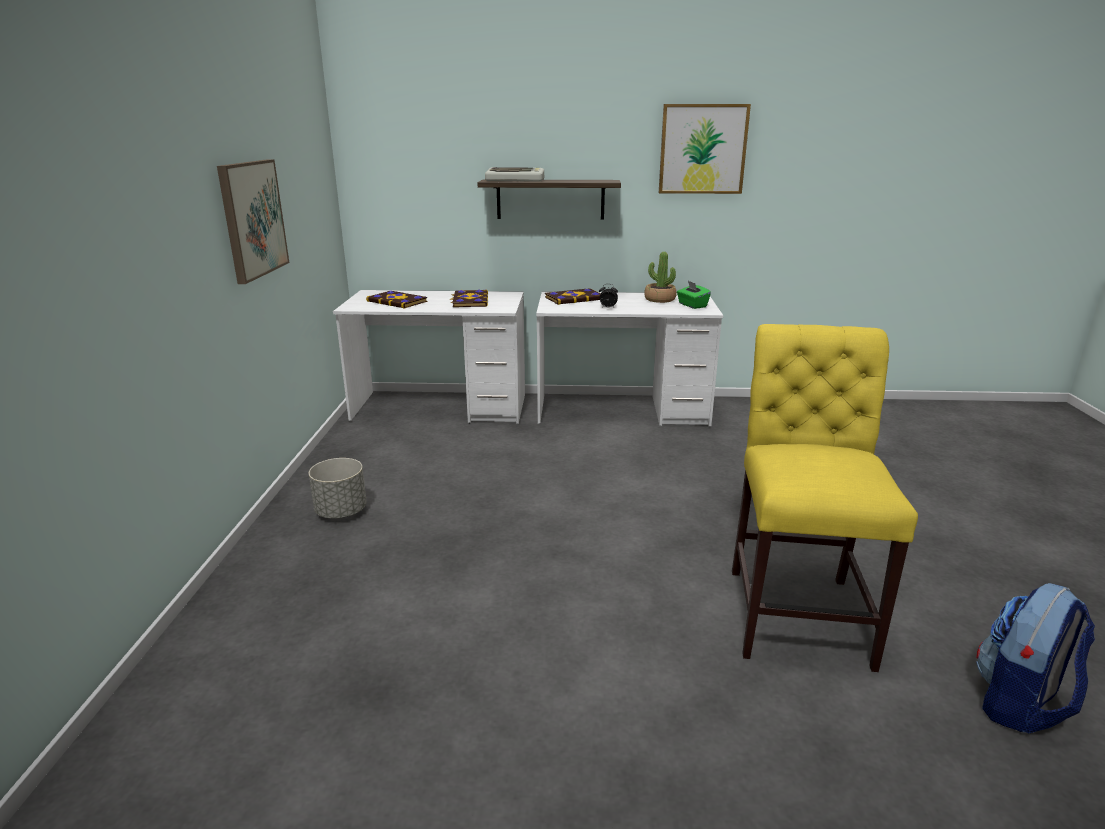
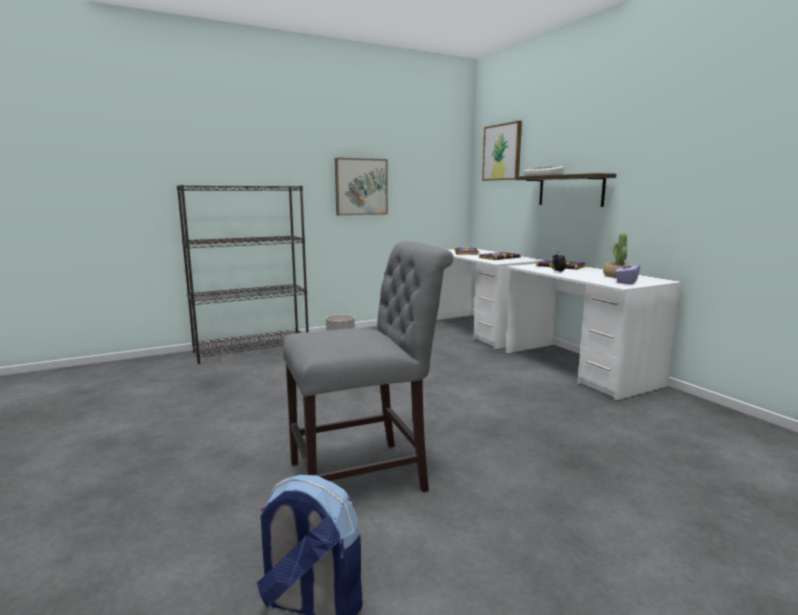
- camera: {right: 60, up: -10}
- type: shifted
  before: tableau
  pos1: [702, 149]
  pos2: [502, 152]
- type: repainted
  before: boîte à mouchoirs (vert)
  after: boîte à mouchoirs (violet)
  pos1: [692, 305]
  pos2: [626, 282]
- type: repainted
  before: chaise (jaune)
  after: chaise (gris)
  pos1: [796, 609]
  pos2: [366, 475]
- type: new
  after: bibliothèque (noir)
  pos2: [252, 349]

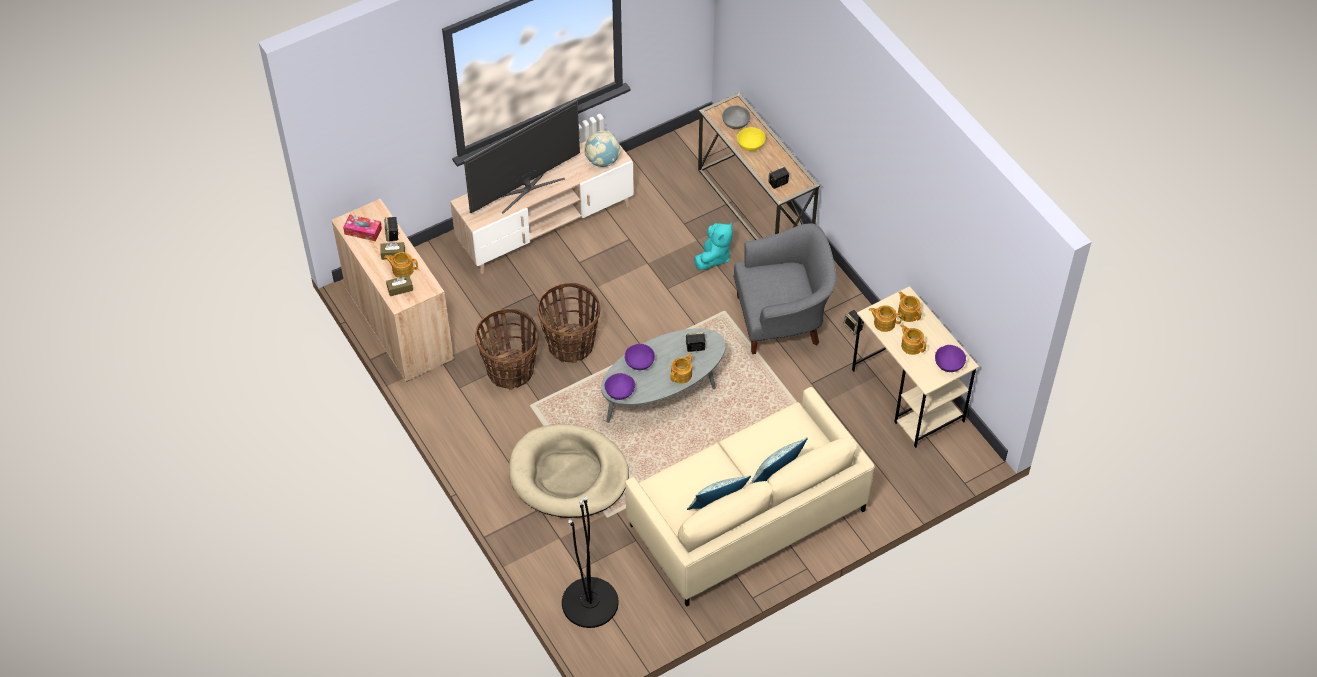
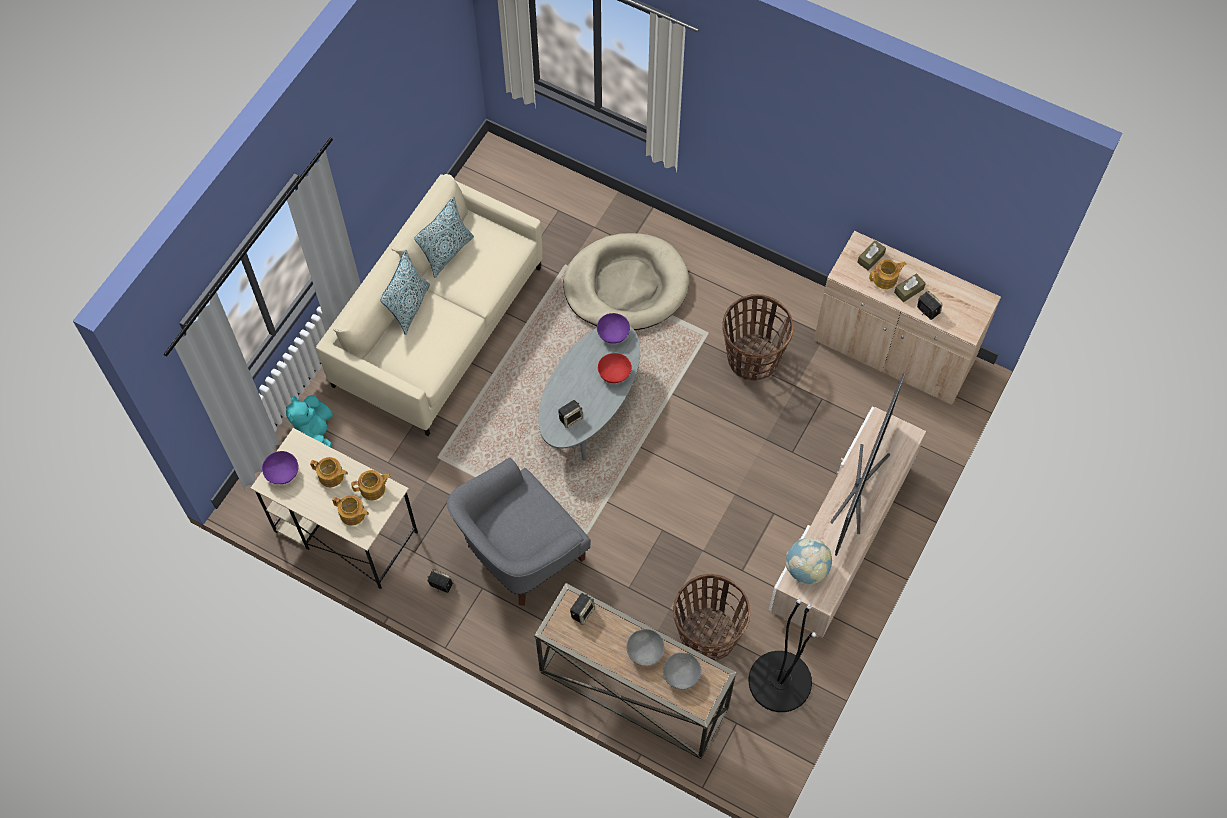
- camera: {right: 150, up: 10}
- type: repainted
  before: bol (jaune)
  after: bol (gris)
  pos1: [750, 145]
  pos2: [645, 652]
- type: gone
  before: boîte à mouchoirs
  pos1: [363, 231]
- type: shifted
  before: peluche (turquoise)
  pos1: [713, 257]
  pos2: [316, 433]
- type: shifted
  before: panier
  pos1: [571, 344]
  pos2: [707, 635]
- type: repainted
  before: bol (violet)
  after: bol (rouge)
  pos1: [639, 363]
  pos2: [614, 373]
- type: gone
  before: théière
  pos1: [682, 374]
- type: shifted
  before: lampadaire (noir)
  pos1: [590, 602]
  pos2: [780, 681]

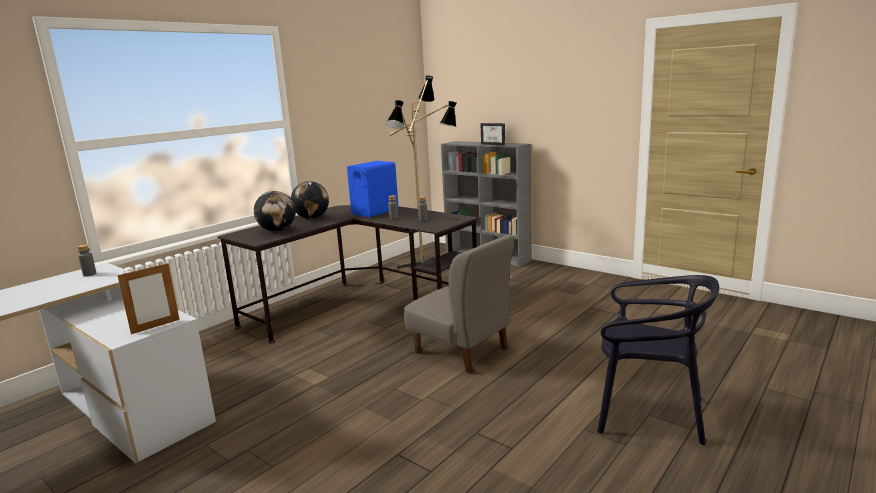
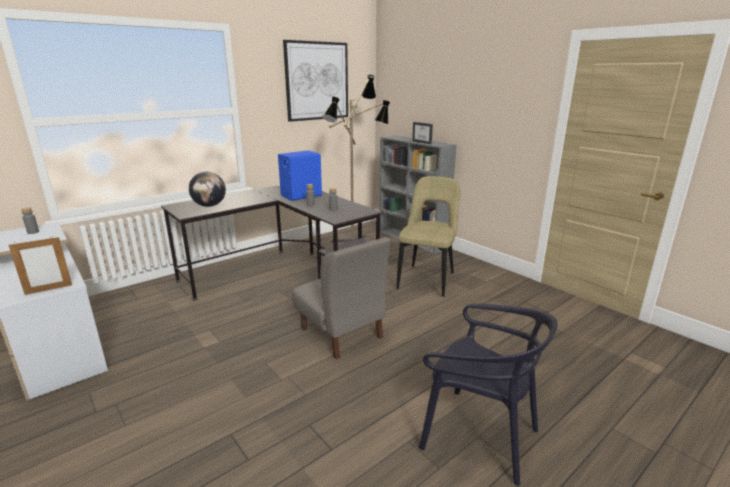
- camera: {right: 10, up: 5}
- type: gone
  before: globe
  pos1: [312, 218]
- type: new
  after: tableau
  pos2: [317, 81]
- type: new
  after: chaise (beige)
  pos2: [427, 279]

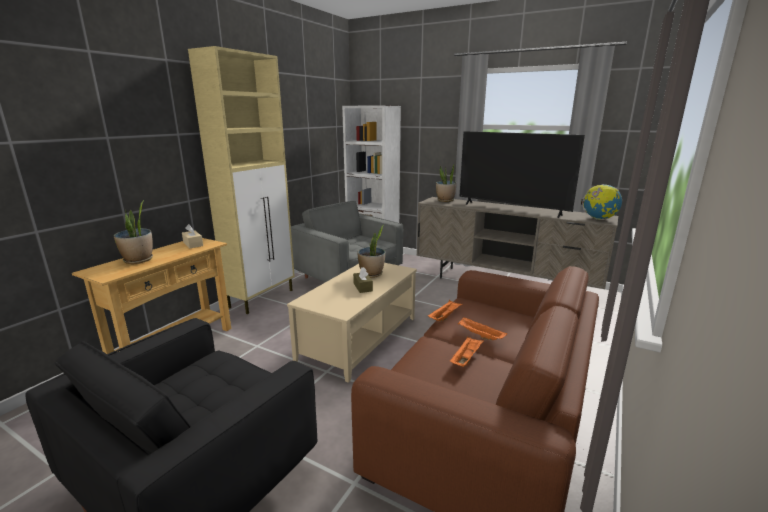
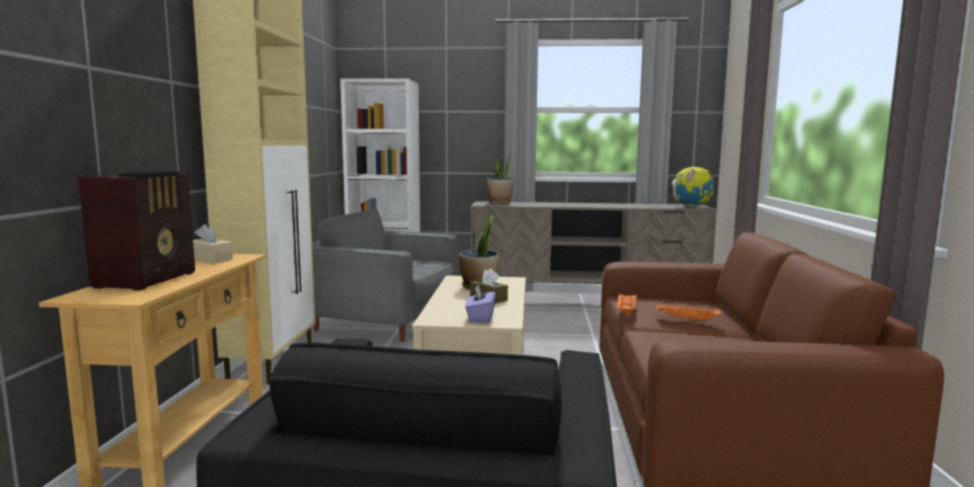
- camera: {right: -25, up: -10}
- type: gone
  before: téléviseur
  pos1: [511, 209]
- type: swapped
  before: plante en pot
  after: radio
  pos1: [138, 260]
  pos2: [149, 279]
- type: gone
  before: plateau (orange)
  pos1: [466, 359]
- type: new
  after: boîte à mouchoirs (violet)
  pos2: [480, 318]

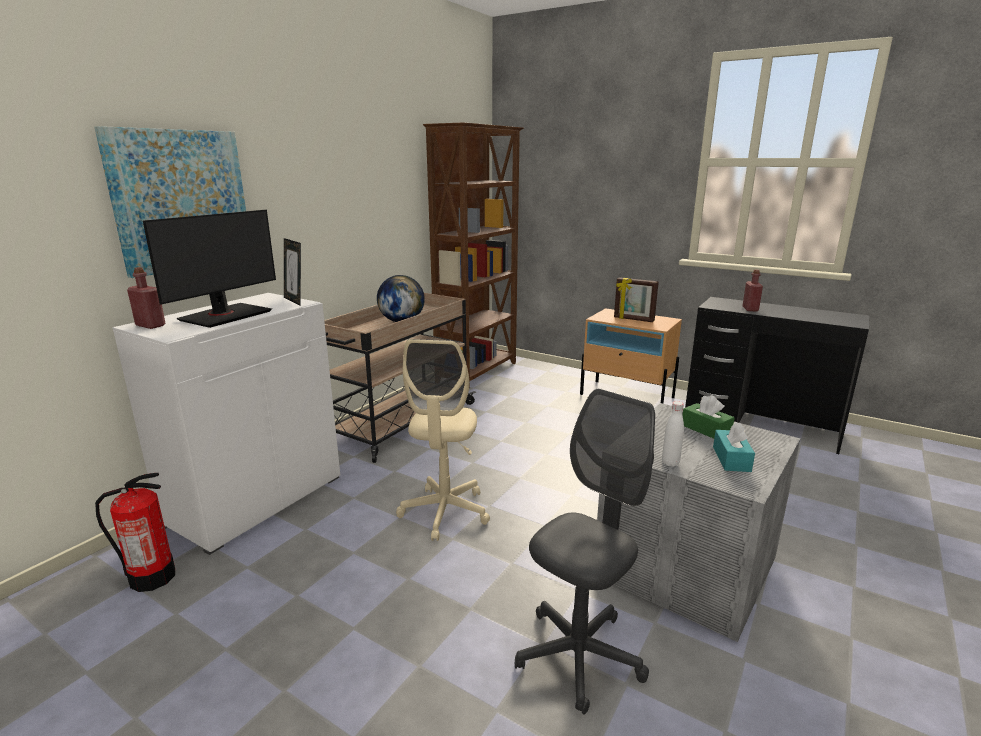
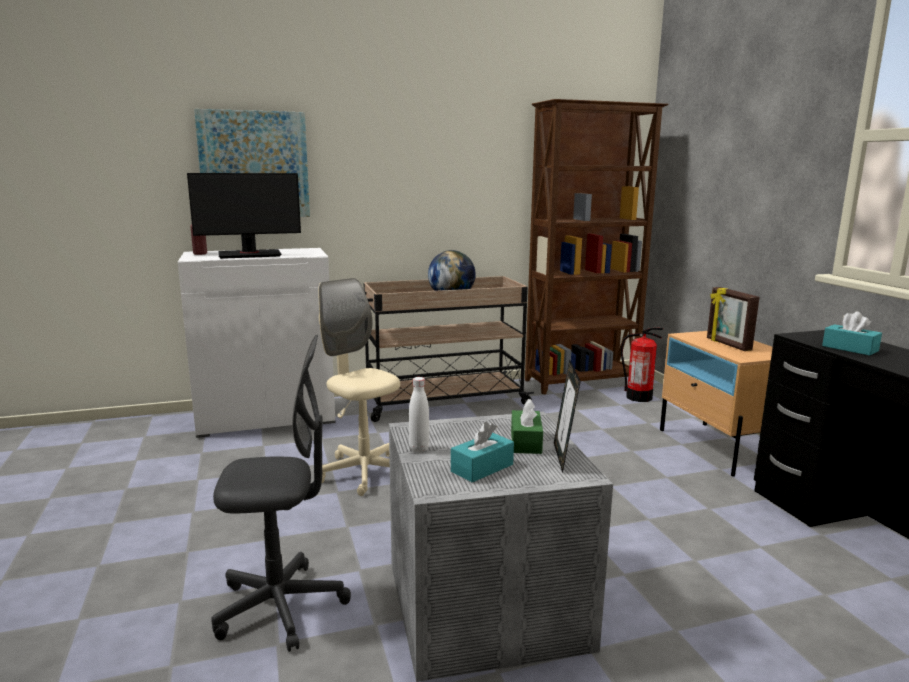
- camera: {right: 40, up: -5}
- type: shifted
  before: cadre photo
  pos1: [295, 301]
  pos2: [563, 457]
- type: swapped
  before: bouteille (rouge)
  after: boîte à mouchoirs (turquoise)
  pos1: [750, 309]
  pos2: [850, 348]
- type: rotated
  before: chaise de bureau (beige)
  pos1: [445, 512]
  pos2: [363, 473]
  turn: 90
- type: shifted
  before: extincteur
  pos1: [152, 577]
  pos2: [638, 397]

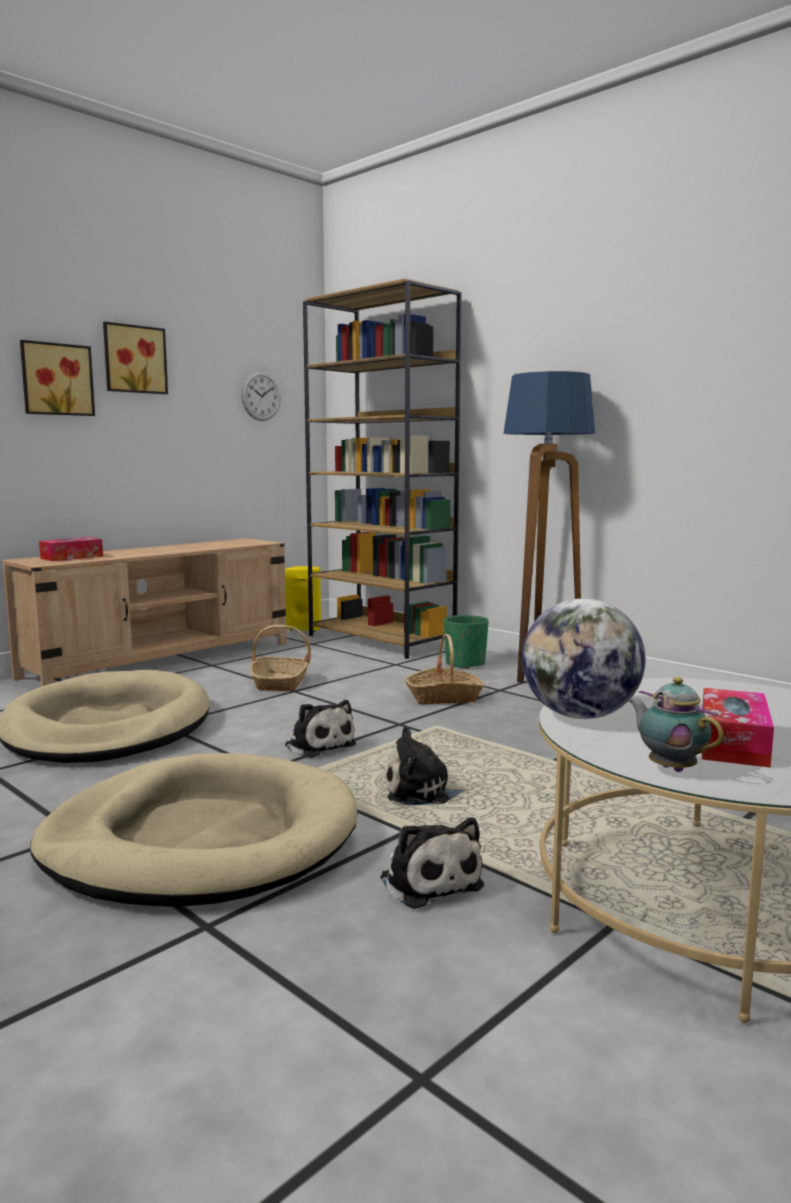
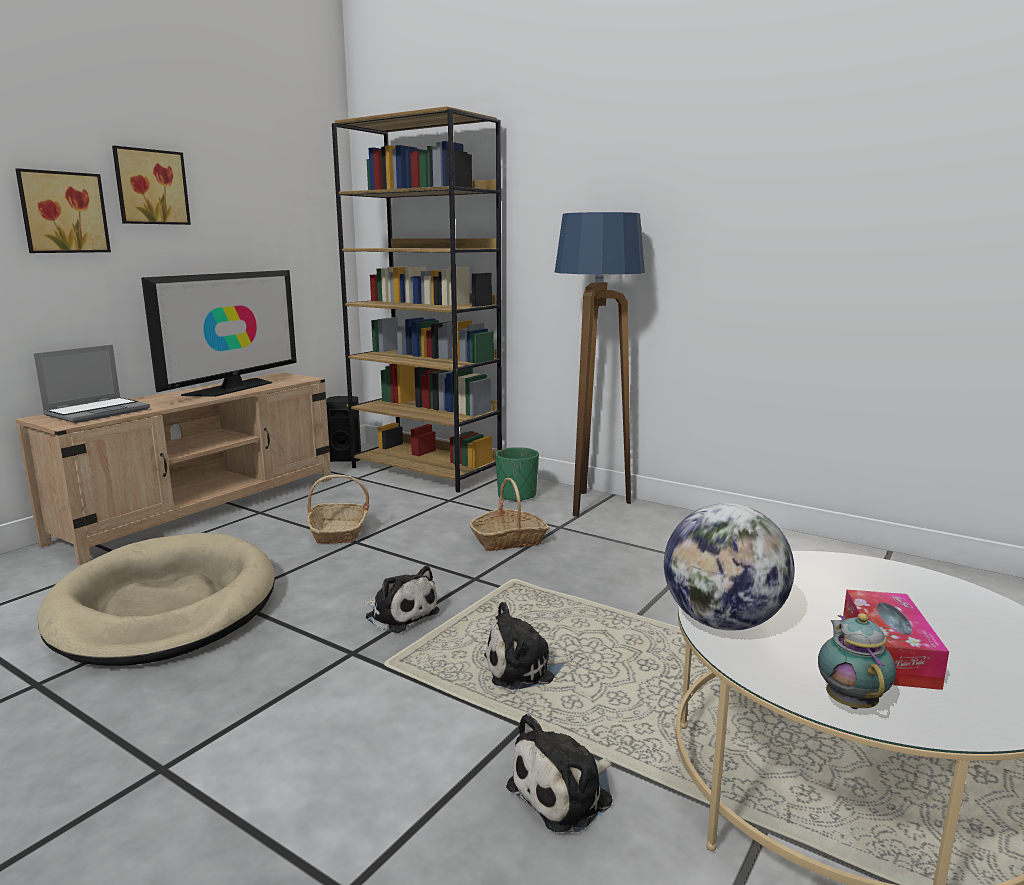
- camera: {right: -10, up: 5}
- type: gone
  before: horloge murale
  pos1: [261, 396]
- type: swapped
  before: boîte à mouchoirs
  after: ordinateur portable
  pos1: [72, 557]
  pos2: [98, 412]
- type: repainted
  before: enceinte (jaune)
  after: enceinte (noir)
  pos1: [305, 628]
  pos2: [345, 459]
- type: rotated
  before: théière
  pos1: [669, 768]
  pos2: [850, 701]
  turn: 45
- type: gone
  before: panier pour chien (beige)
  pos1: [201, 840]
- type: rotated
  before: peluche
  pos1: [428, 881]
  pos2: [565, 793]
  turn: 90
- type: new
  after: téléviseur
  pos2: [232, 388]

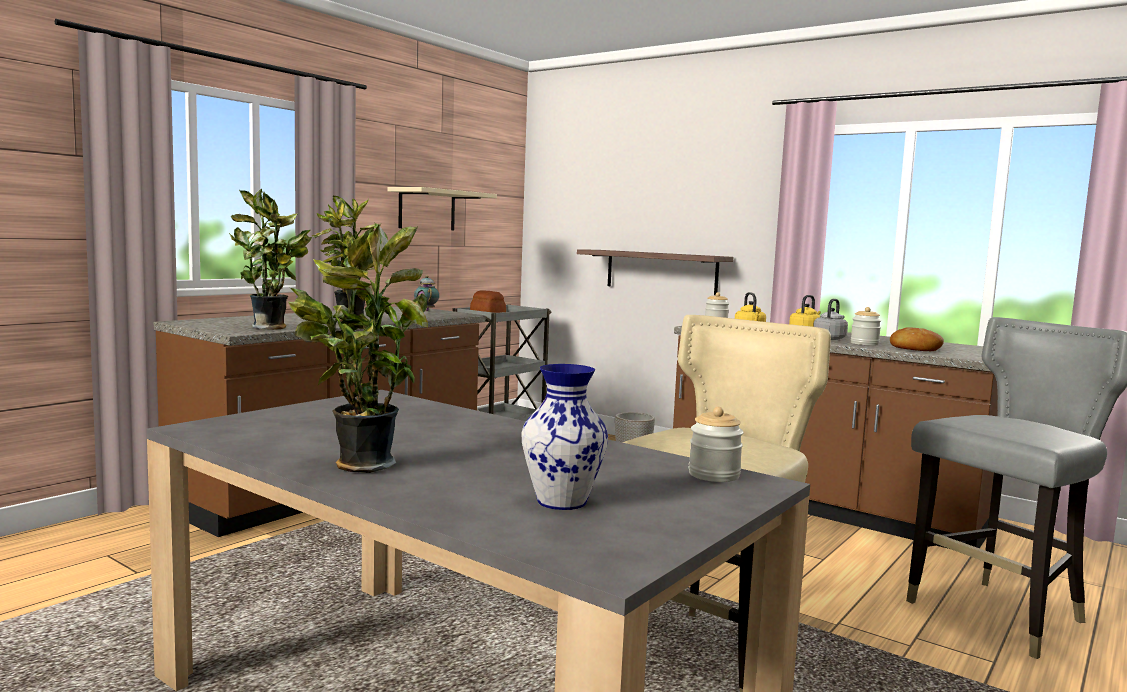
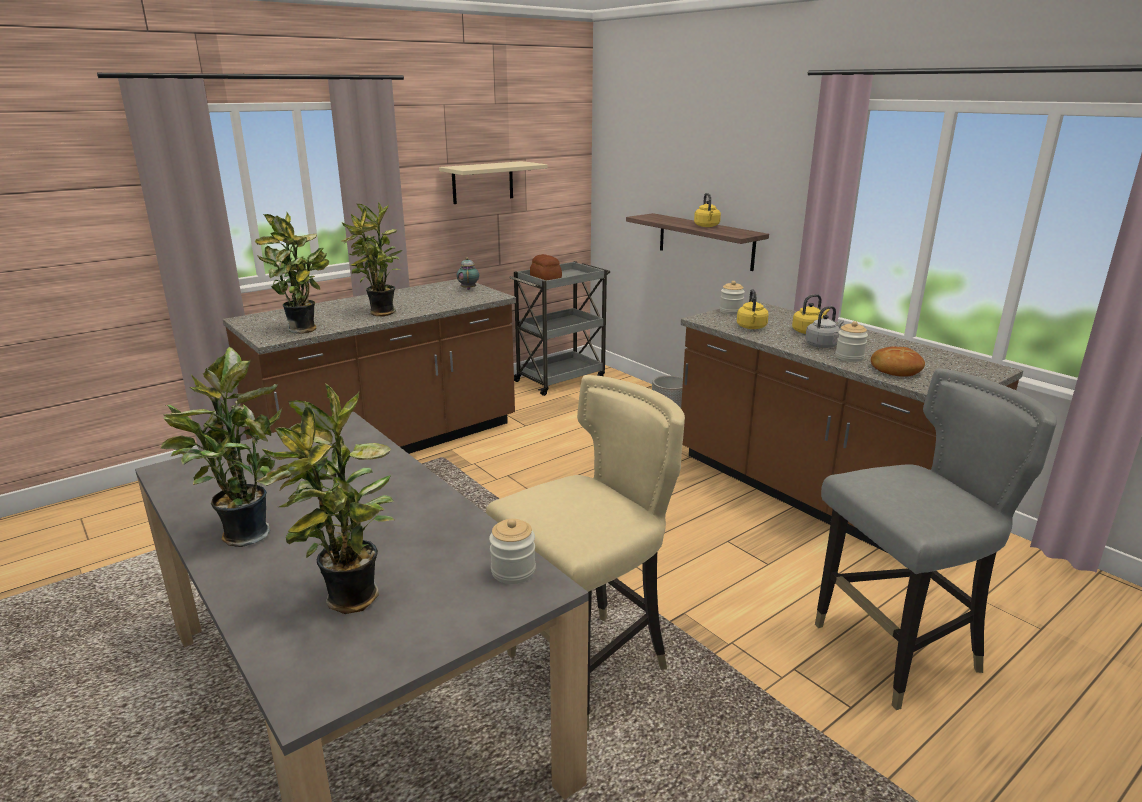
- camera: {right: 15, up: 15}
- type: swapped
  before: vase
  after: plante en pot
  pos1: [560, 501]
  pos2: [350, 602]
- type: new
  after: bouilloire (jaune)
  pos2: [707, 226]

